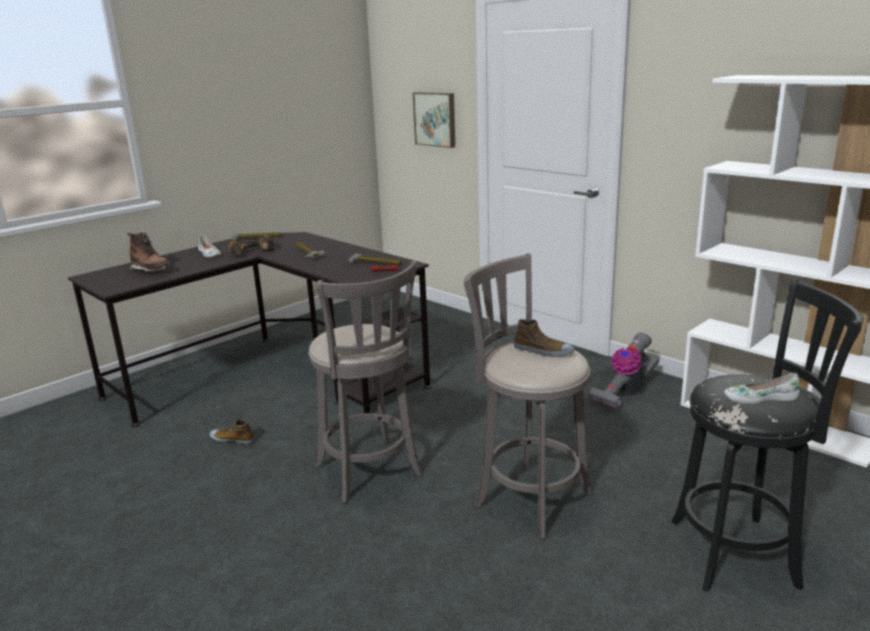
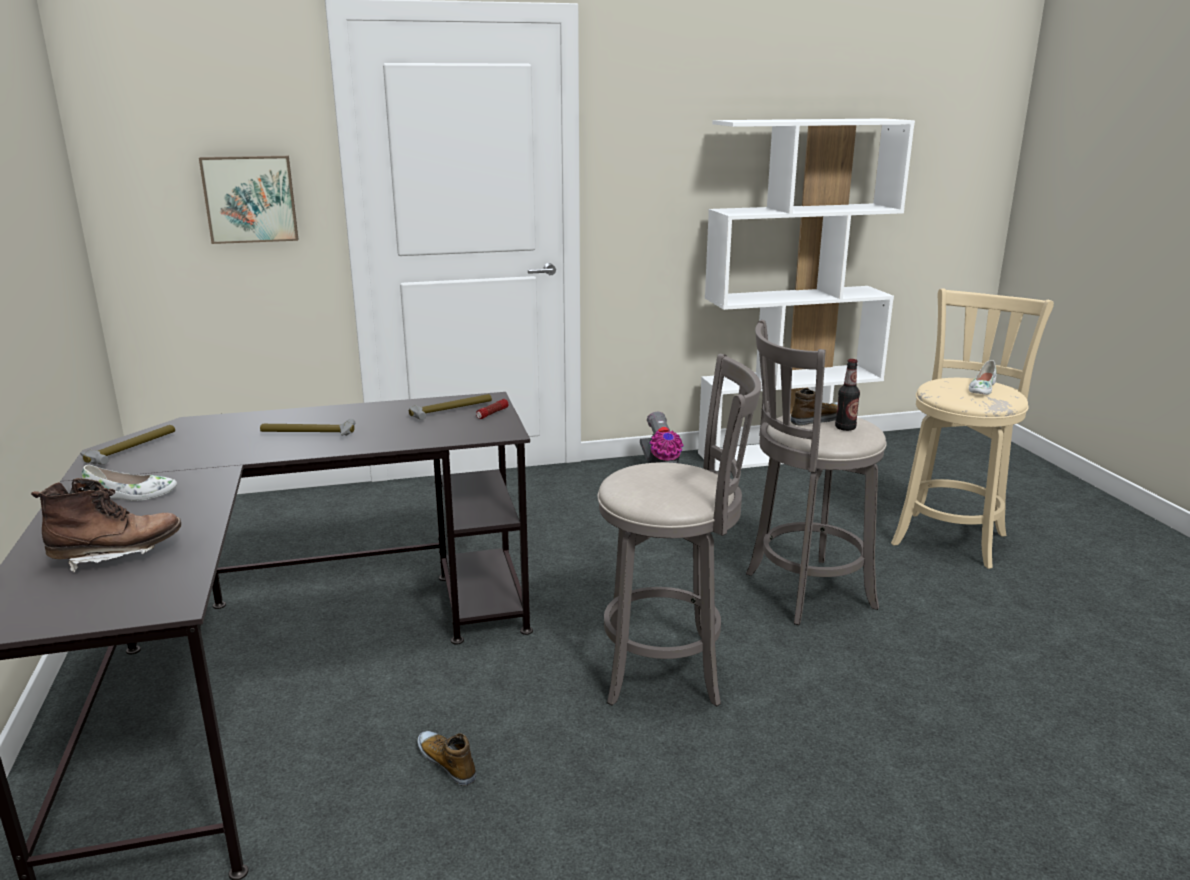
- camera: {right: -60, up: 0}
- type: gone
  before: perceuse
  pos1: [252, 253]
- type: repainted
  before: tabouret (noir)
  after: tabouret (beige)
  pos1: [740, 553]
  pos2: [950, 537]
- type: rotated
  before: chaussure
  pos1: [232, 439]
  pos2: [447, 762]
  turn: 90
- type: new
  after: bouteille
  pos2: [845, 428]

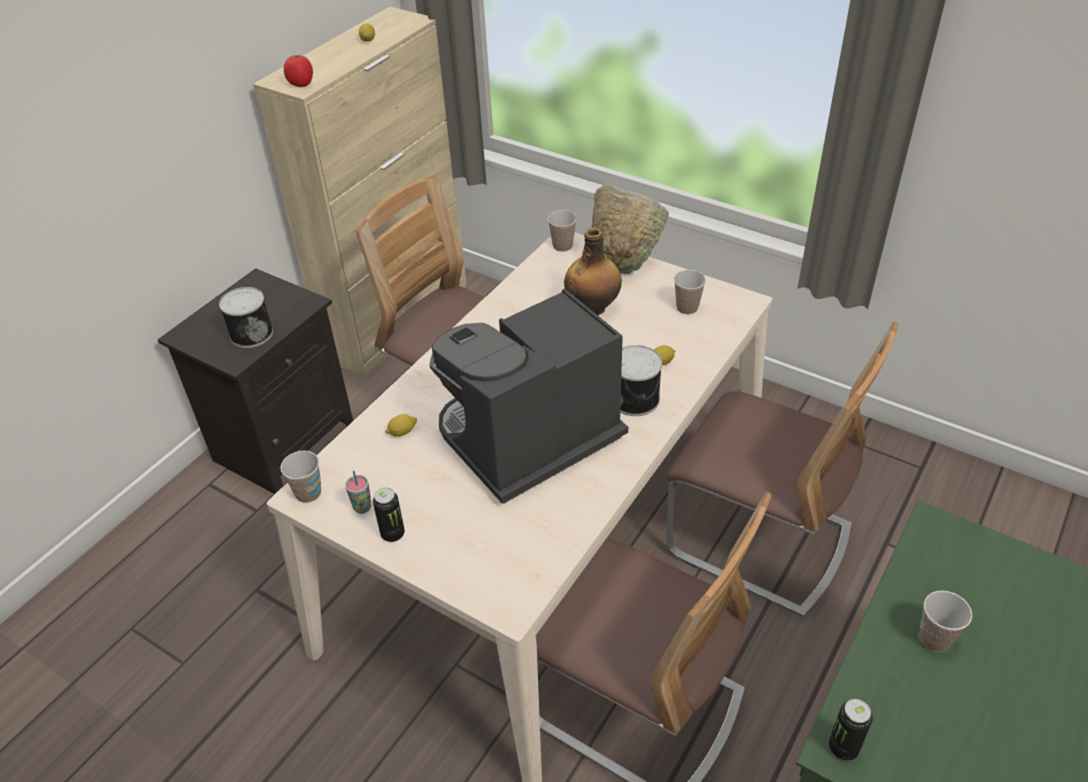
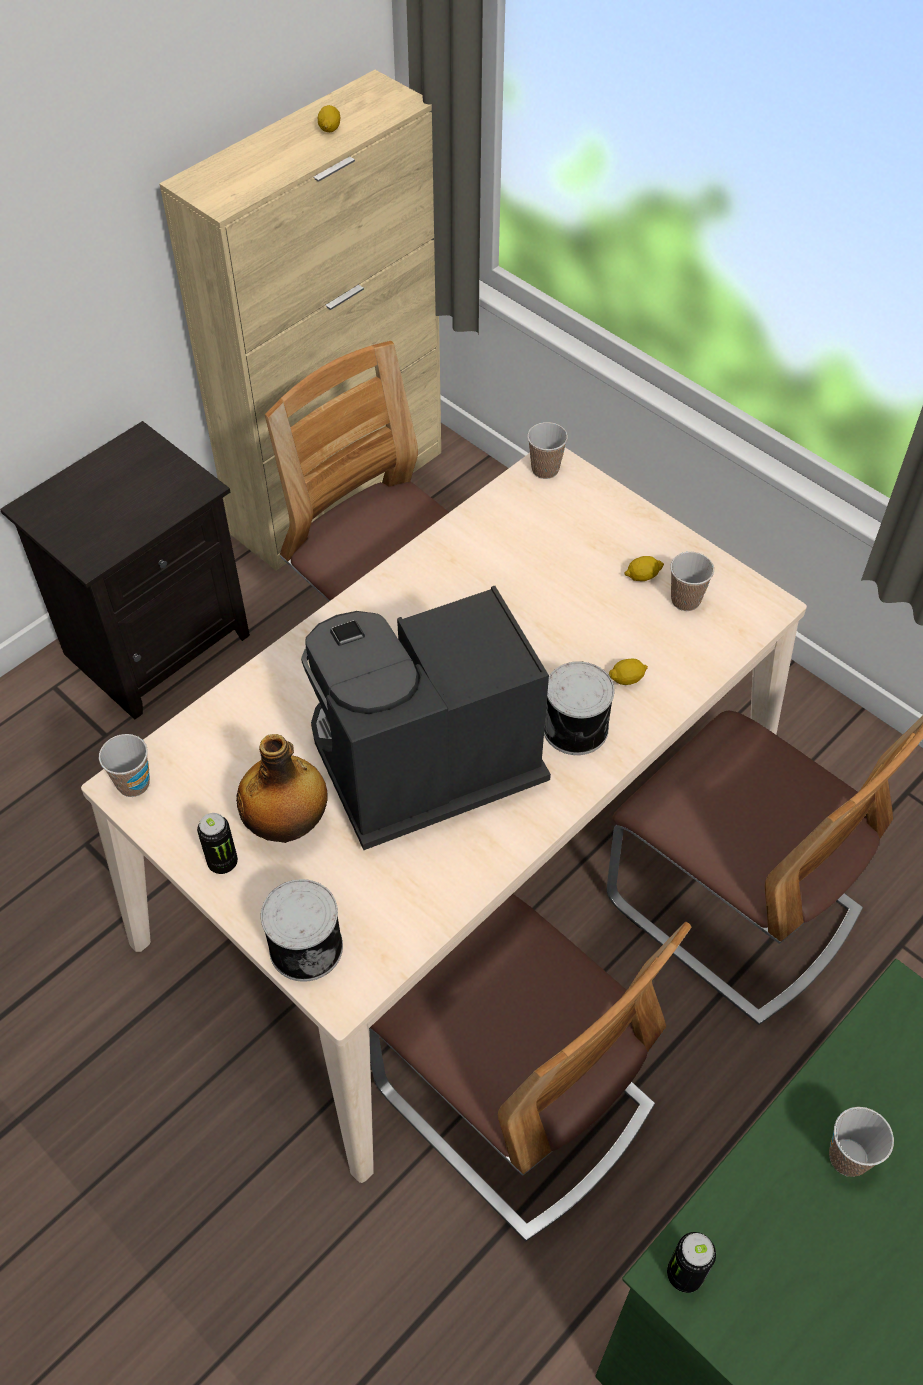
- camera: {right: 10, up: 10}
- type: gone
  before: tomate
  pos1: [301, 84]
- type: gone
  before: bol (vert)
  pos1: [624, 259]
- type: shifted
  before: bouteille
  pos1: [593, 308]
  pos2: [288, 824]
- type: shifted
  before: boîte métallique
  pos1: [251, 333]
  pos2: [305, 945]
- type: shifted
  before: citron
  pos1: [402, 432]
  pos2: [642, 576]
- type: gone
  before: tasse
  pos1: [362, 507]

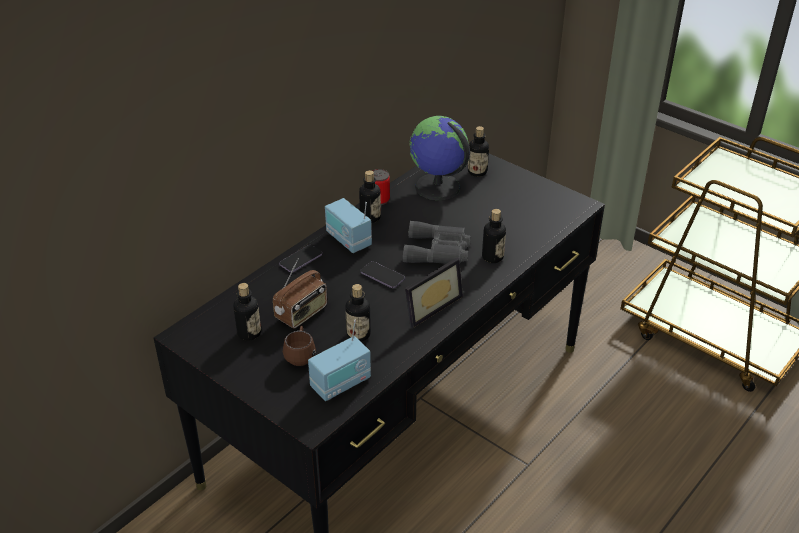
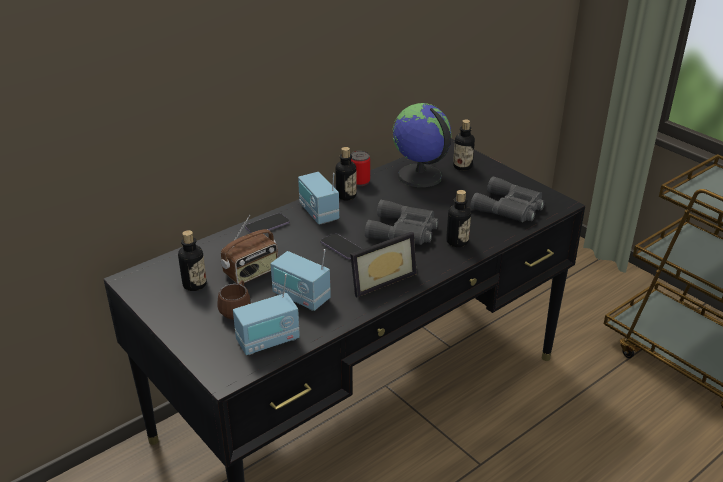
- camera: {right: 10, up: -5}
- type: swapped
  before: bouteille
  after: radio
  pos1: [358, 334]
  pos2: [301, 297]
- type: new
  after: jumelles (gris)
  pos2: [510, 208]

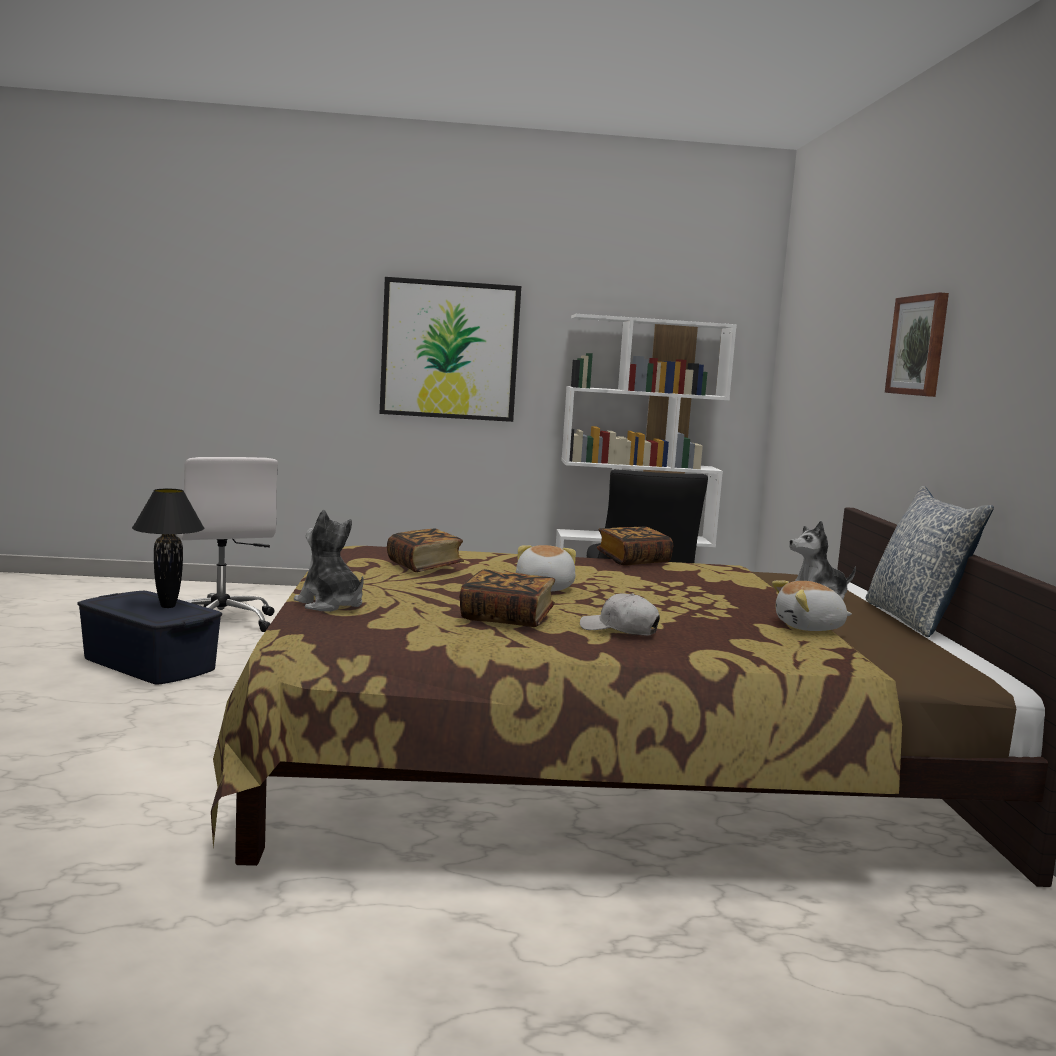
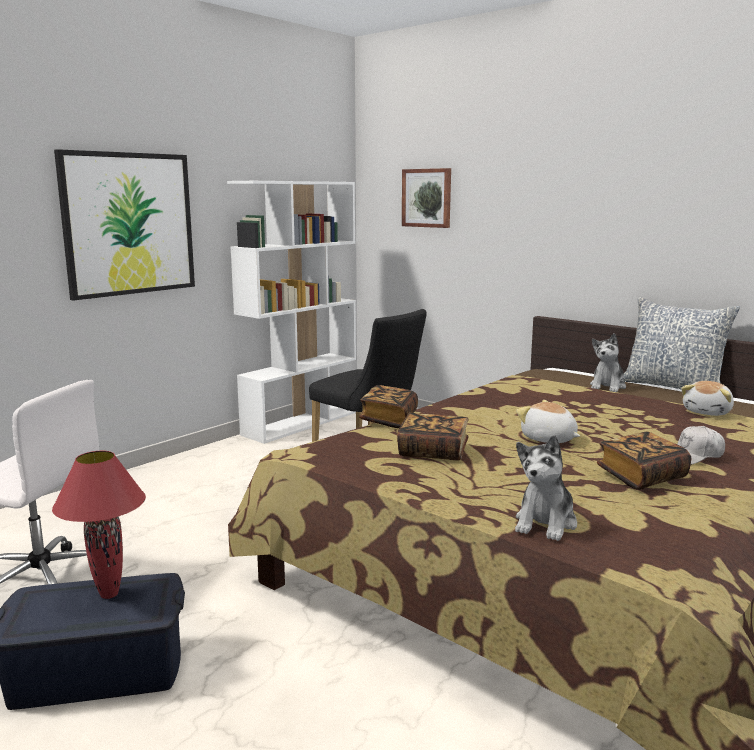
- camera: {right: -45, up: 5}
- type: shifted
  before: tableau
  pos1: [919, 345]
  pos2: [427, 198]
- type: repainted
  before: lampe de table (noir)
  after: lampe de table (rouge)
  pos1: [168, 606]
  pos2: [110, 594]
- type: rotated
  before: peluche
  pos1: [330, 605]
  pos2: [545, 523]
  turn: -60
- type: shifted
  before: livre
  pos1: [633, 560]
  pos2: [389, 419]

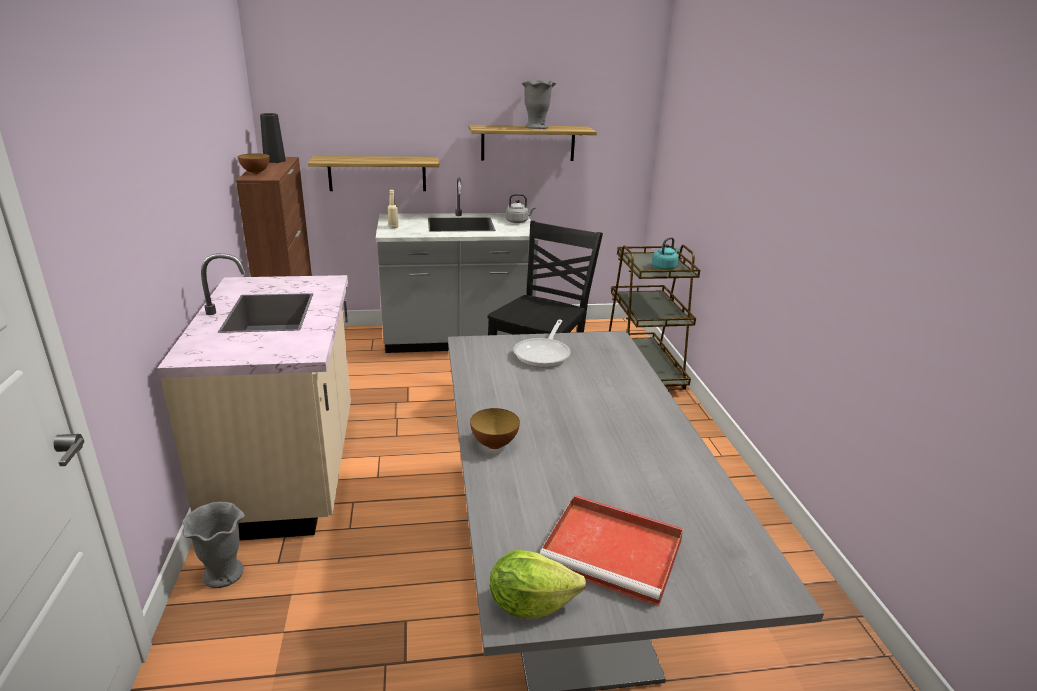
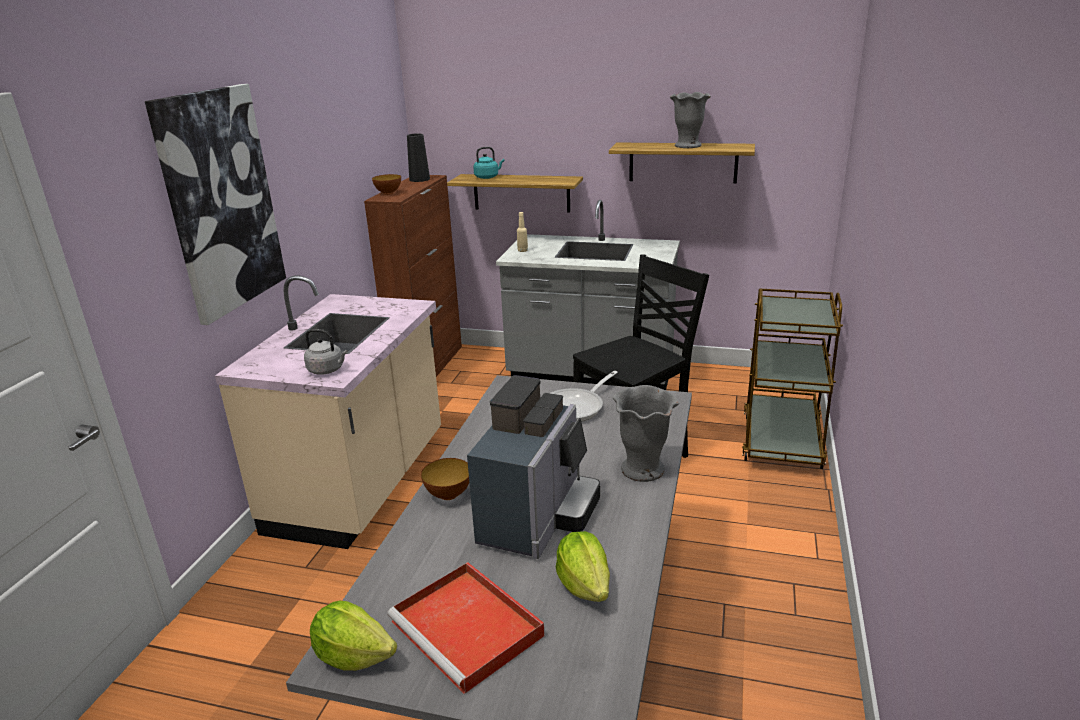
- camera: {right: 25, up: 0}
- type: shifted
  before: bouilloire (gris)
  pos1: [518, 221]
  pos2: [327, 370]
- type: shifted
  before: bouilloire (turquoise)
  pos1: [665, 267]
  pos2: [488, 177]
- type: shifted
  before: vase (gris)
  pos1: [224, 574]
  pos2: [643, 469]
- type: new
  after: tableau
  pos2: [220, 201]
- type: new
  after: machine à café
  pos2: [538, 517]
- type: new
  after: laitue
  pos2: [584, 585]

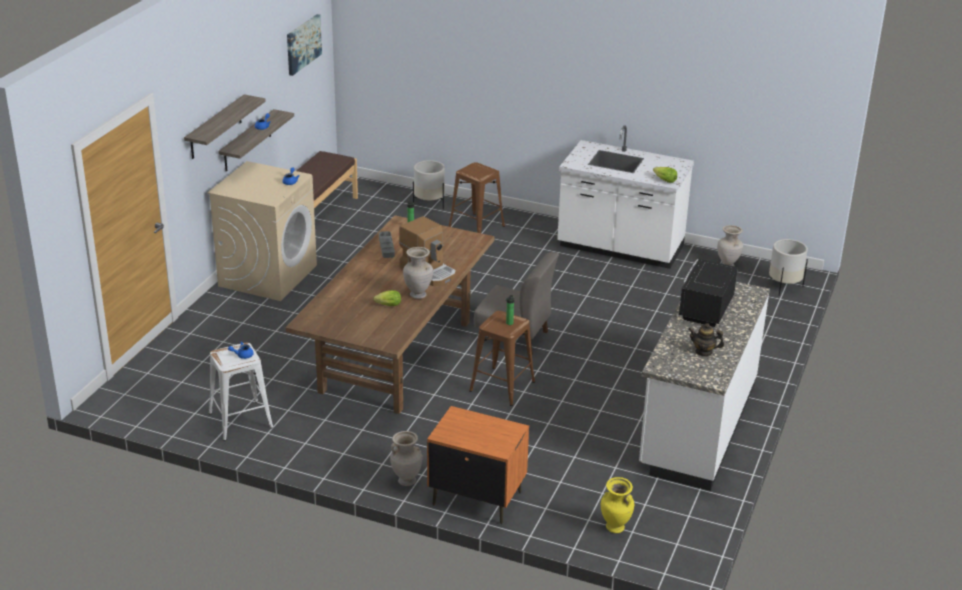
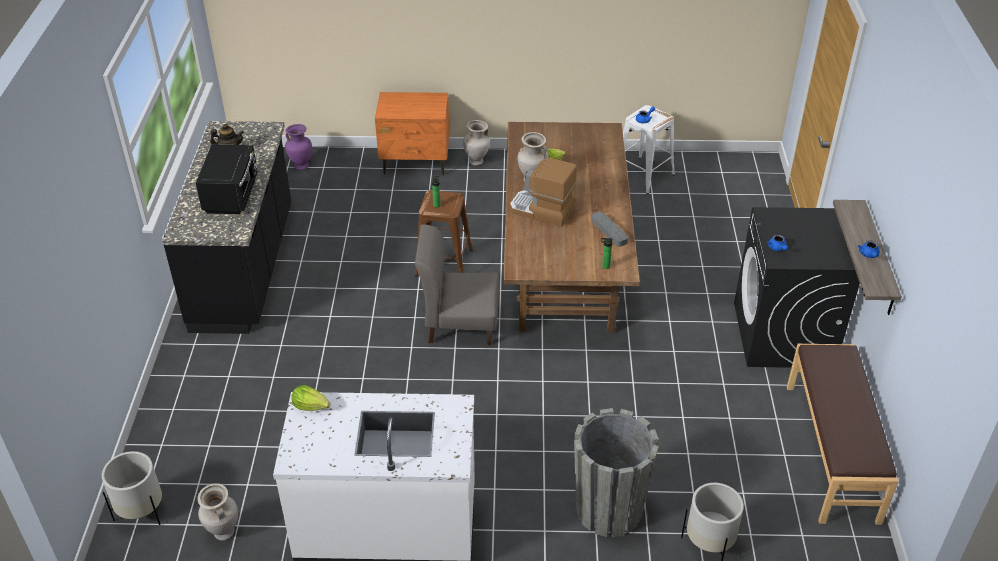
- camera: {right: 160, up: 10}
- type: gone
  before: tableau
  pos1: [303, 44]
- type: gone
  before: étagère
  pos1: [215, 127]
- type: repainted
  before: lave-linge (beige)
  after: lave-linge (noir)
  pos1: [268, 275]
  pos2: [783, 335]
- type: swapped
  before: tabouret (marron)
  after: cache-pot (gris)
  pos1: [477, 226]
  pos2: [608, 509]
- type: repainted
  before: comptoir de cuisine (blanc)
  after: comptoir de cuisine (noir)
  pos1: [697, 425]
  pos2: [245, 268]
- type: repainted
  before: vase (jaune)
  after: vase (violet)
  pos1: [615, 528]
  pos2: [301, 166]

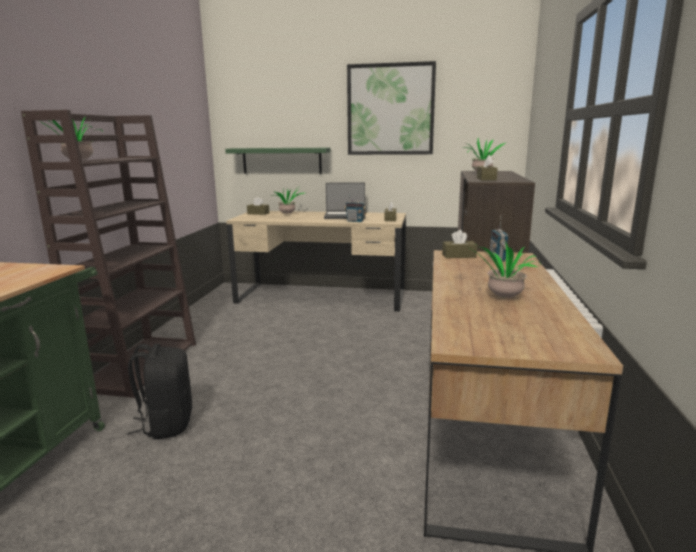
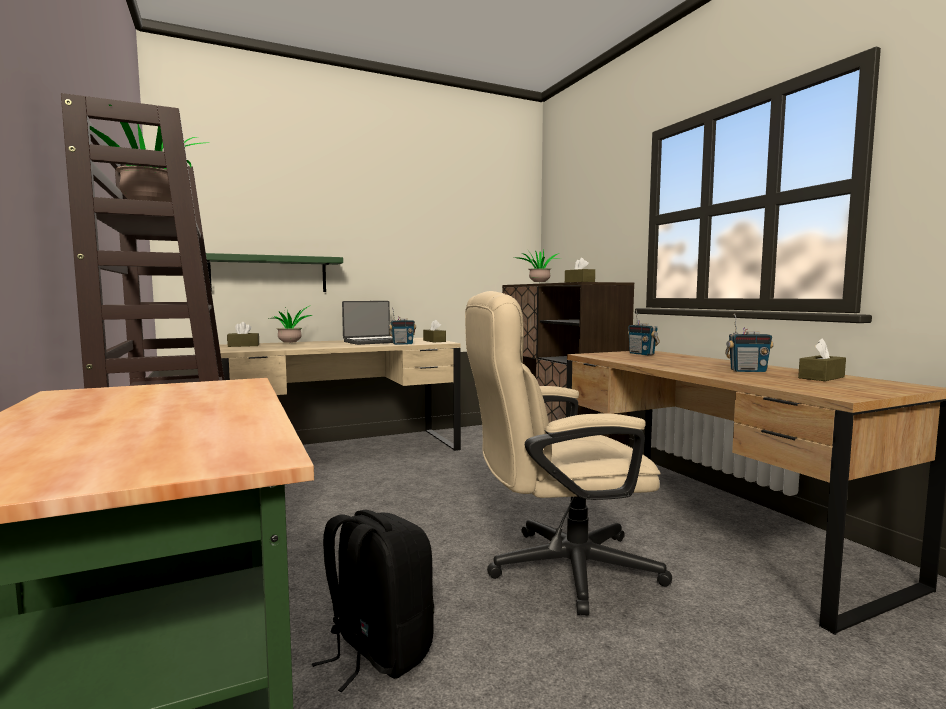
- camera: {right: -35, up: -10}
- type: gone
  before: tableau
  pos1: [390, 110]
- type: shifted
  before: boîte à mouchoirs (marron)
  pos1: [459, 256]
  pos2: [821, 377]
- type: swapped
  before: plante en pot
  after: radio
  pos1: [503, 298]
  pos2: [747, 371]
- type: new
  after: chaise de bureau (beige)
  pos2: [557, 569]

